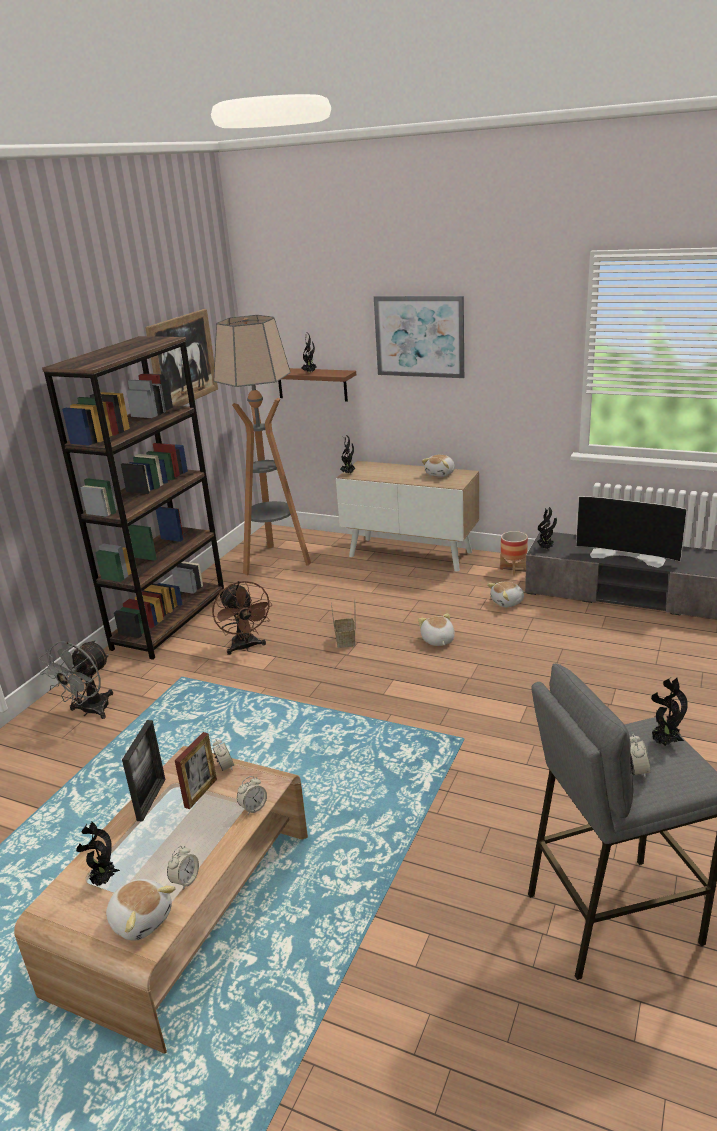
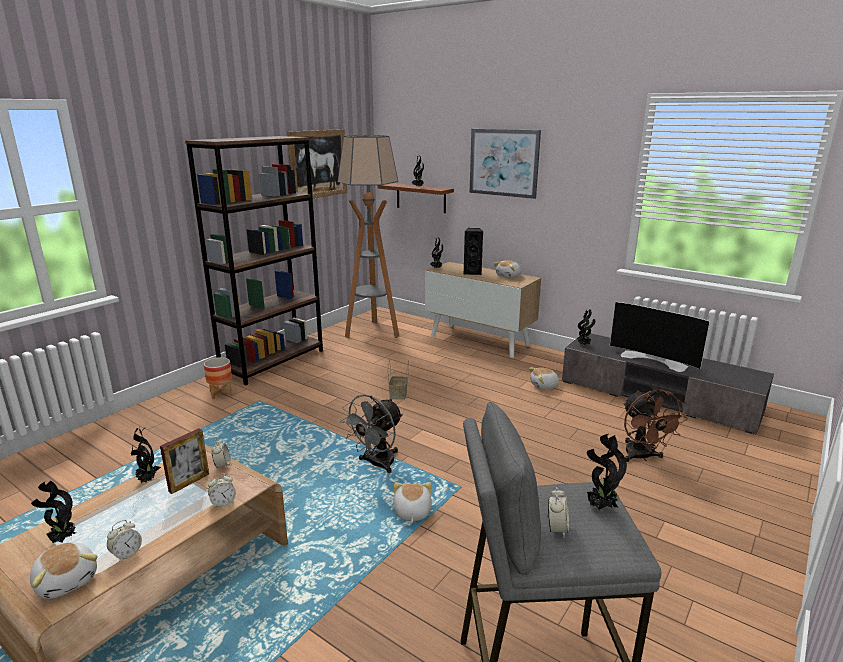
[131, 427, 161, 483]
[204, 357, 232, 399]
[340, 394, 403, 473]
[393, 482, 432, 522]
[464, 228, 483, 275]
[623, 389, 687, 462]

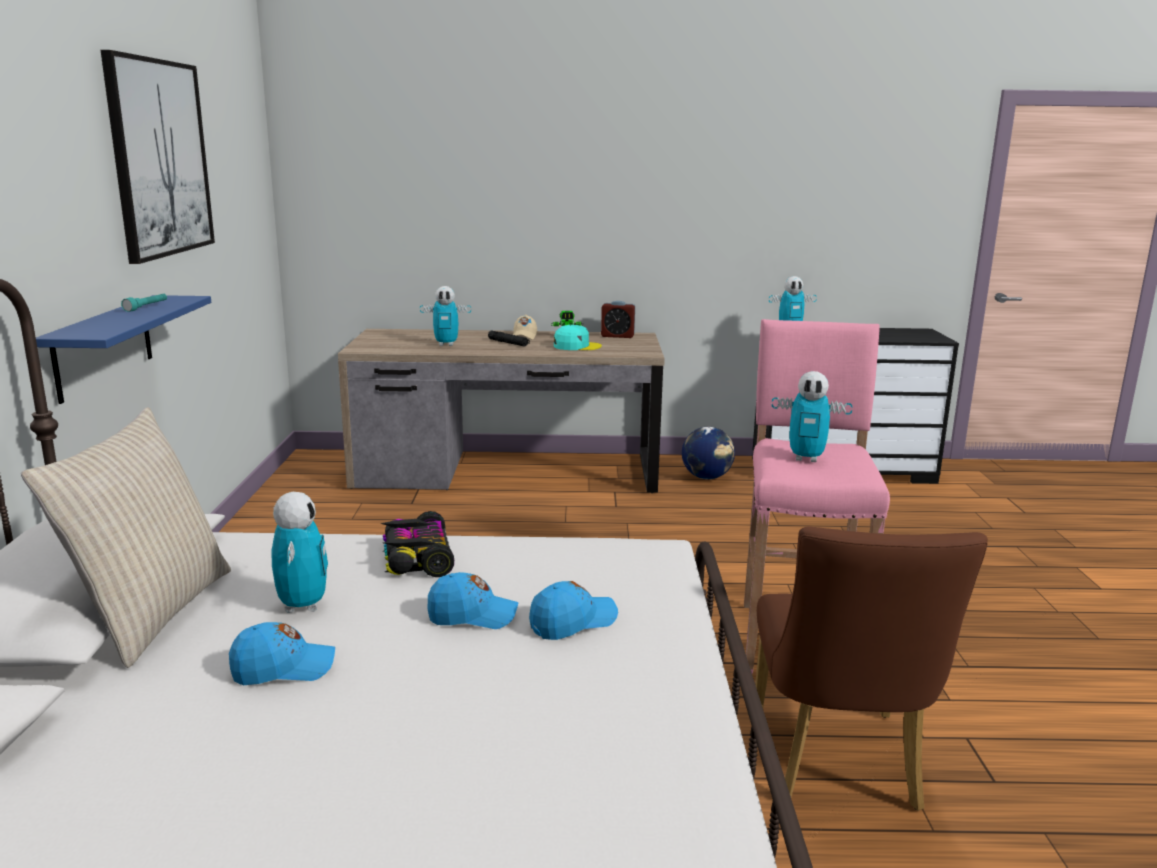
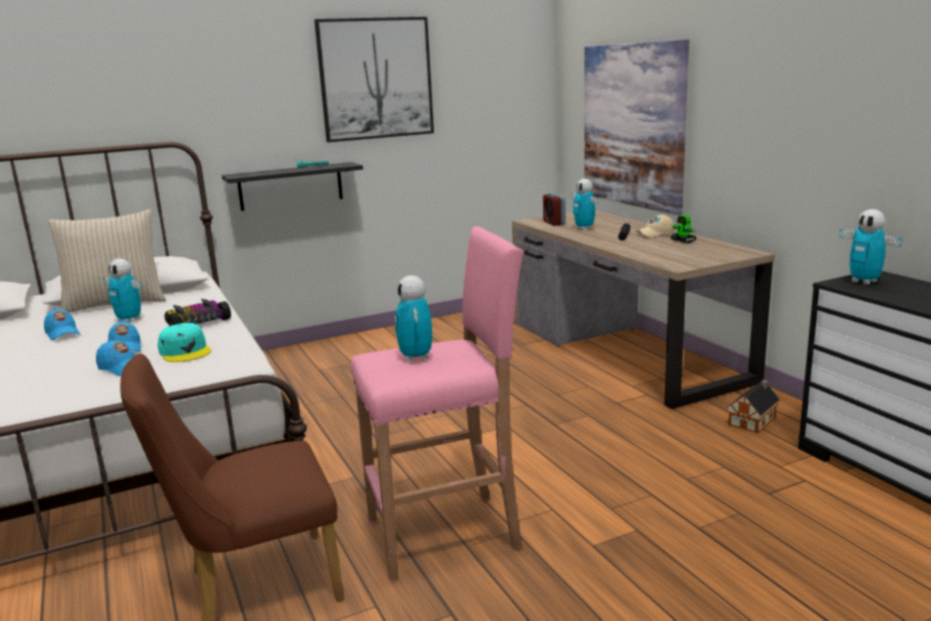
[103, 259, 143, 323]
[158, 323, 211, 362]
[222, 162, 363, 211]
[543, 193, 565, 226]
[584, 39, 689, 215]
[727, 380, 780, 434]

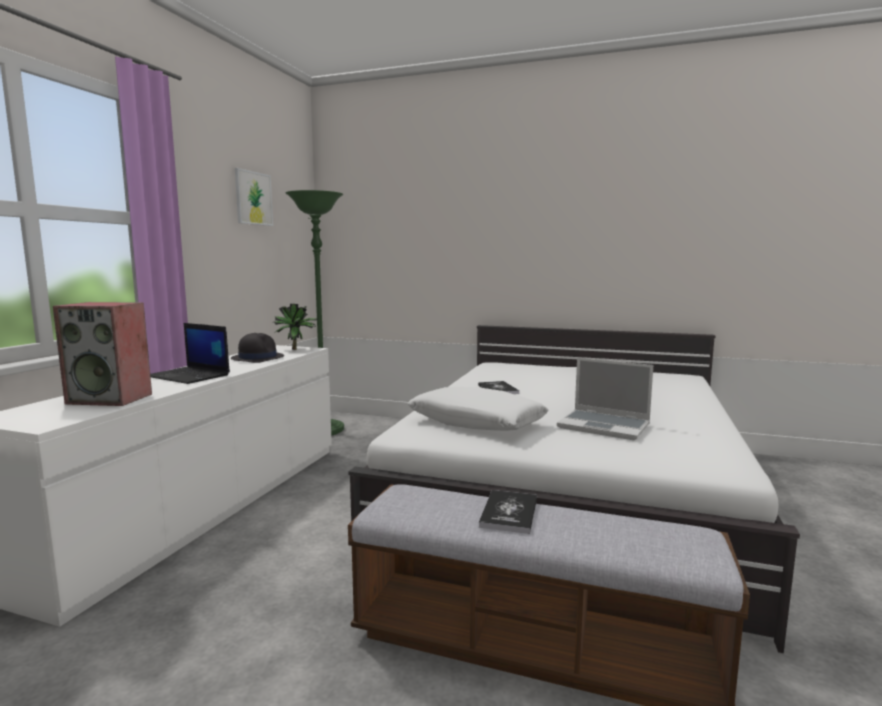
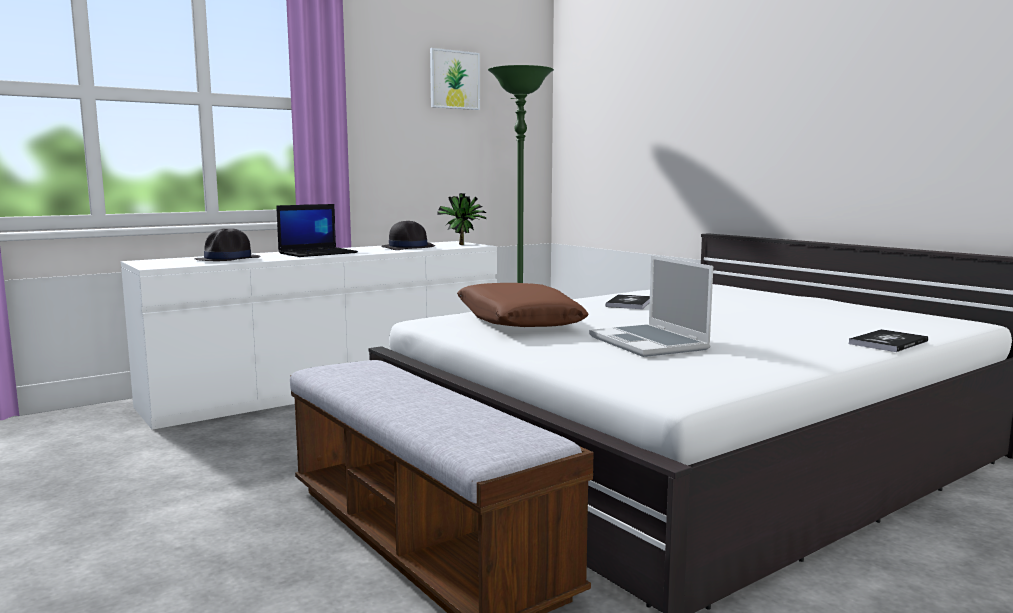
[194, 229, 261, 261]
[276, 204, 358, 257]
[457, 283, 589, 327]
[849, 329, 928, 352]

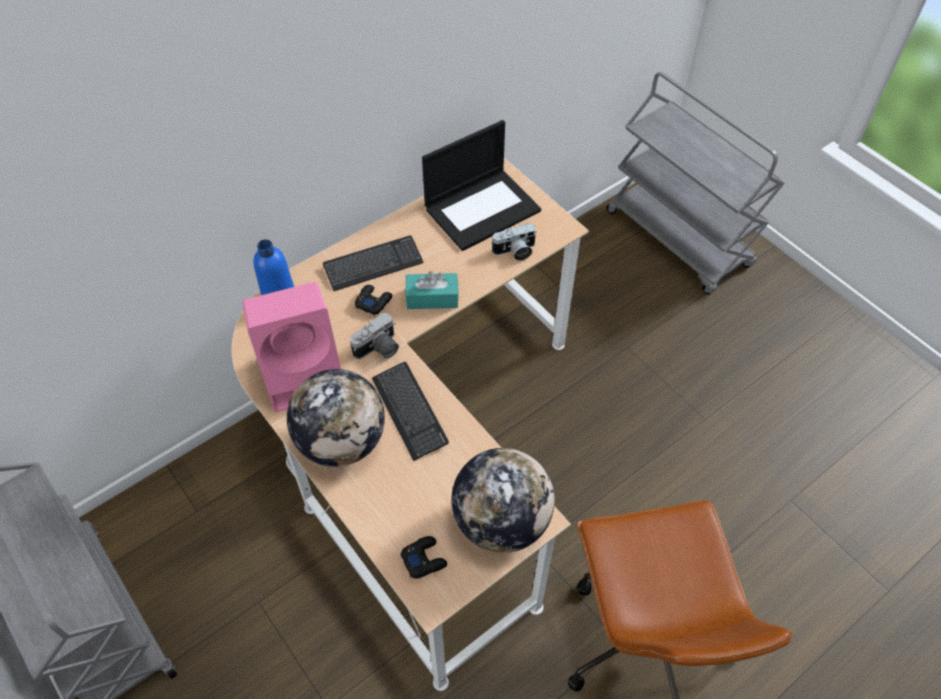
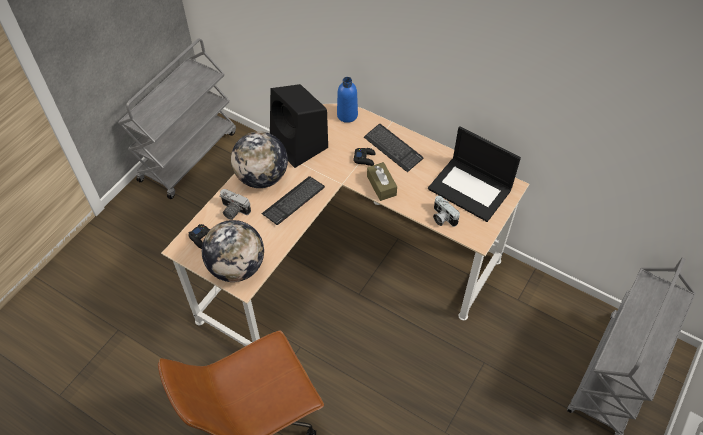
[219, 189, 251, 220]
[270, 84, 328, 168]
[367, 162, 397, 201]

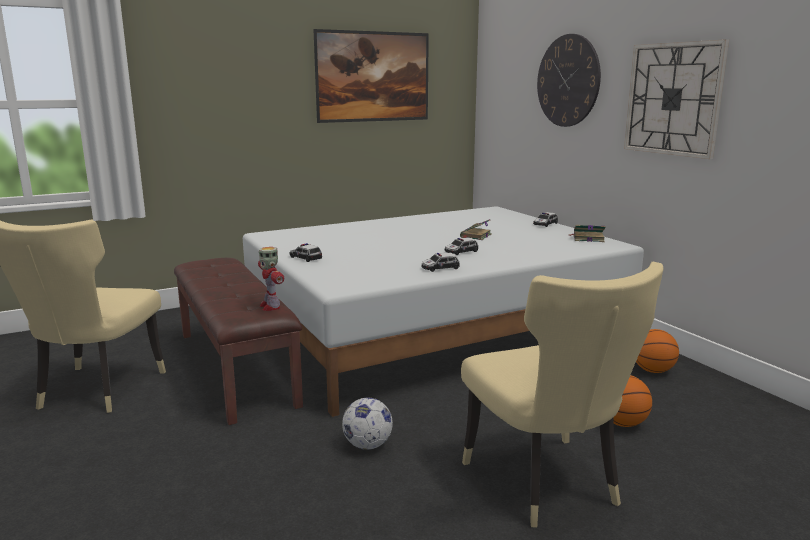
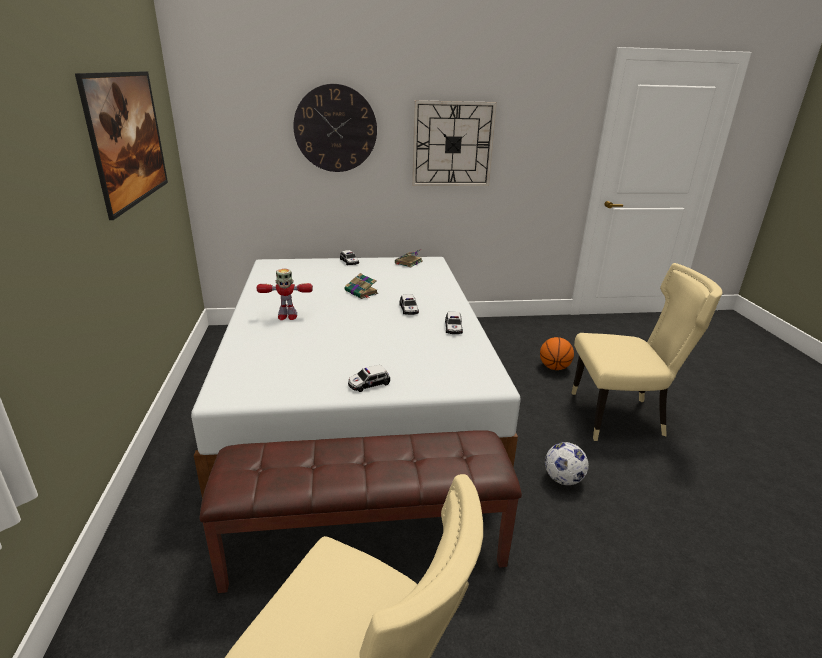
[257, 269, 313, 320]
[636, 329, 679, 373] (first image)

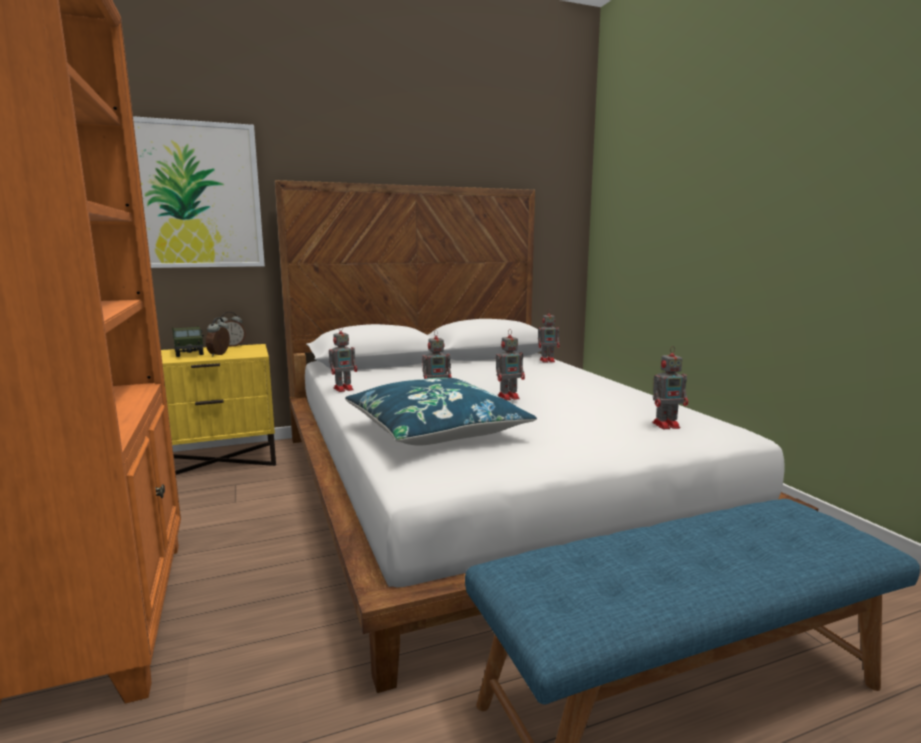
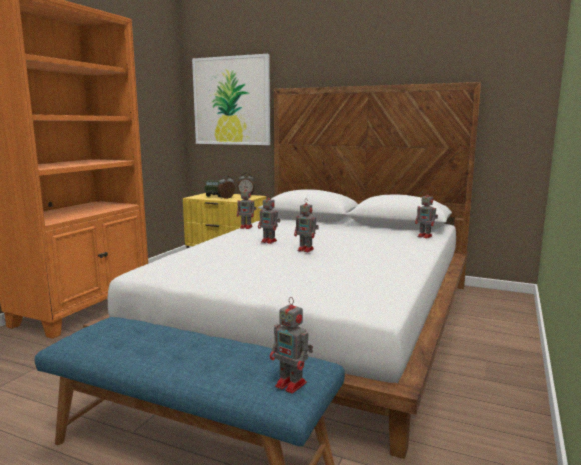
[270, 297, 313, 394]
[345, 378, 537, 446] (first image)

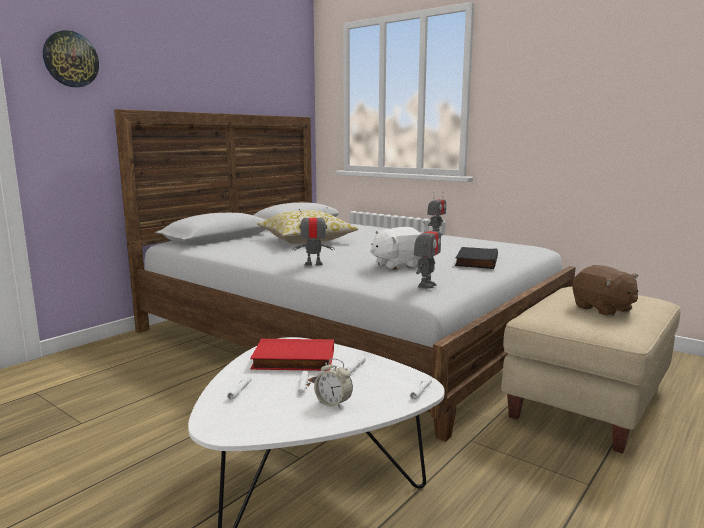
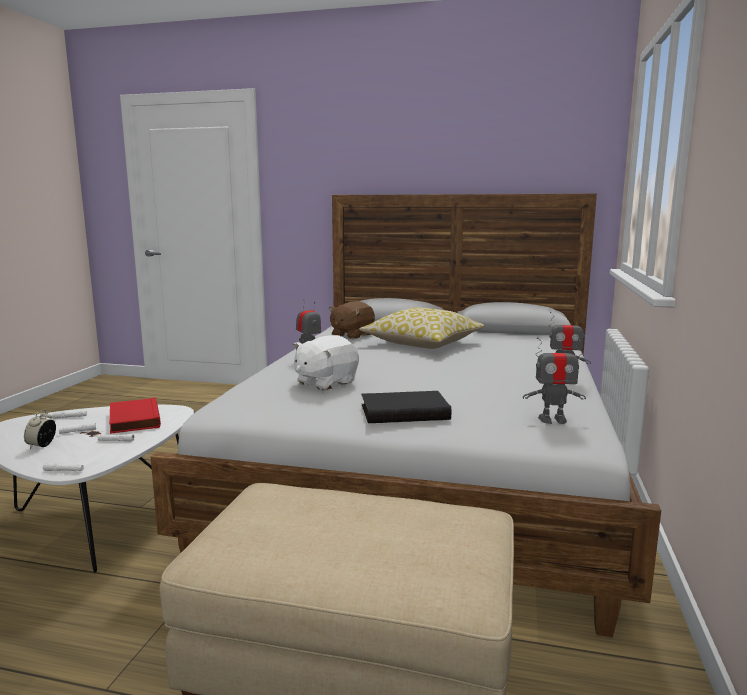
[294, 335, 359, 391]
[329, 301, 375, 339]
[523, 337, 586, 424]
[43, 30, 99, 87] (first image)

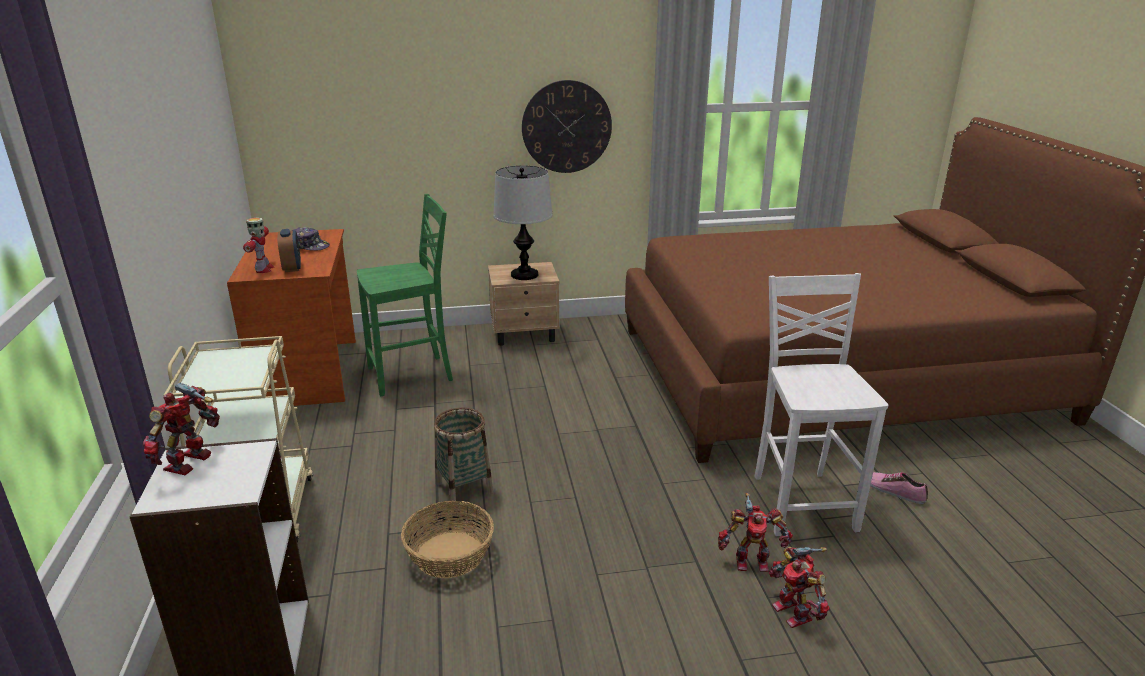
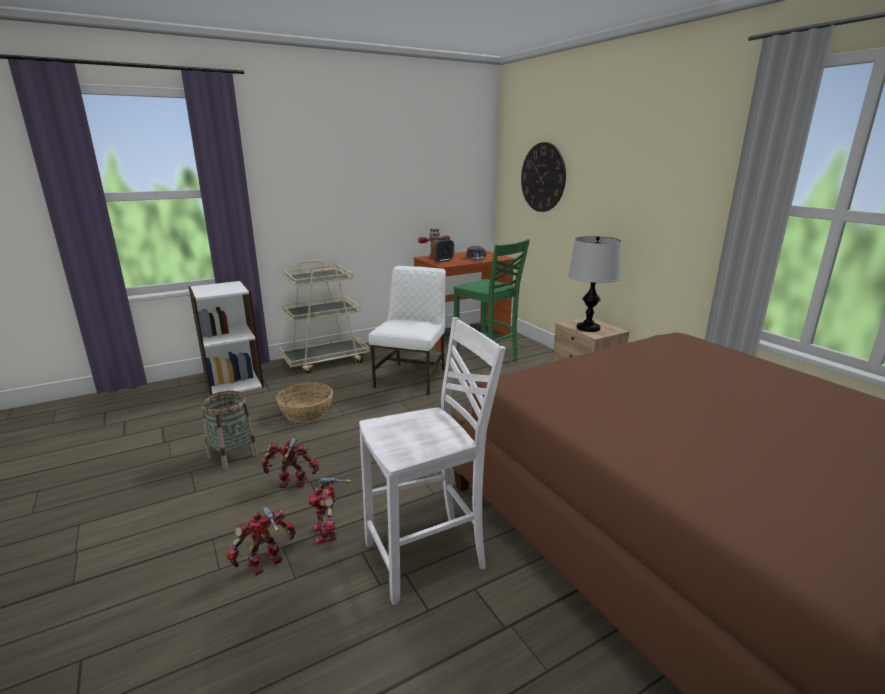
[201, 391, 258, 470]
[261, 438, 319, 488]
[369, 266, 446, 395]
[521, 142, 566, 212]
[870, 472, 928, 504] (first image)

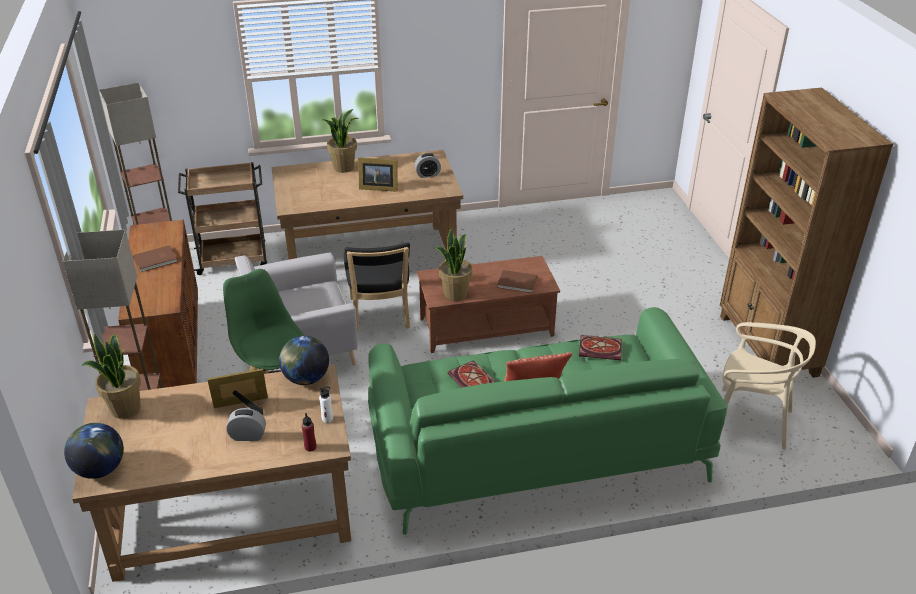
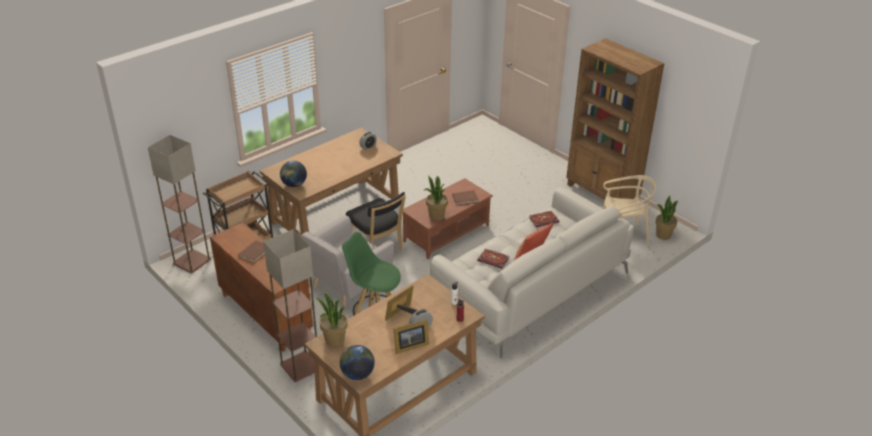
[280, 161, 307, 187]
[394, 319, 429, 354]
[430, 187, 634, 358]
[656, 196, 678, 240]

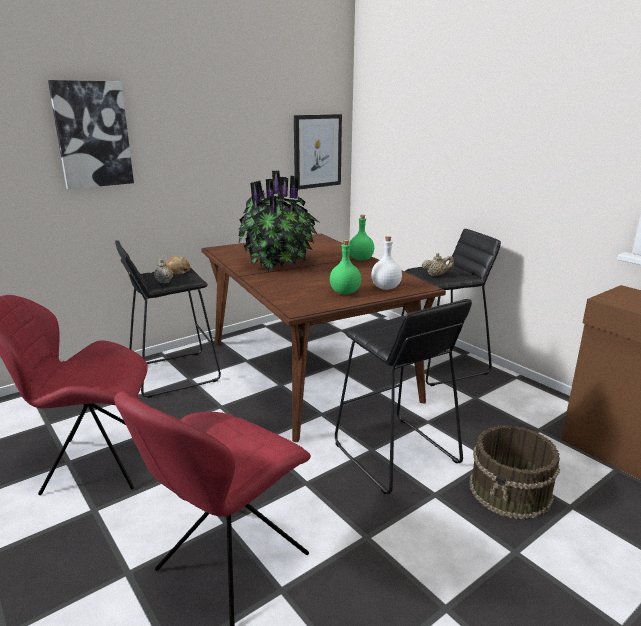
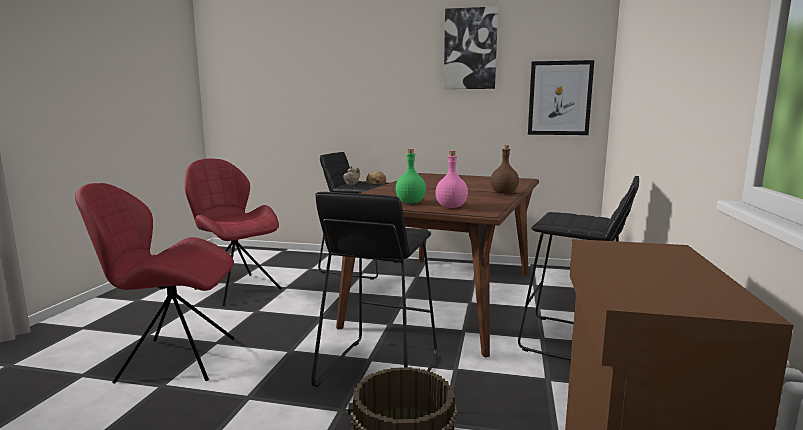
[435, 151, 468, 208]
[444, 6, 498, 89]
[491, 145, 519, 194]
[238, 171, 319, 272] (first image)
[422, 253, 454, 276] (first image)

